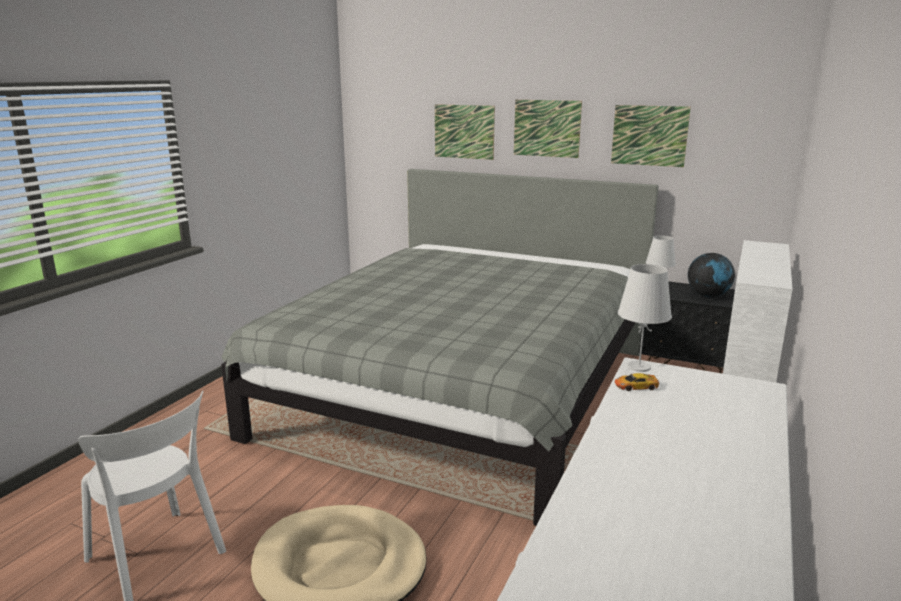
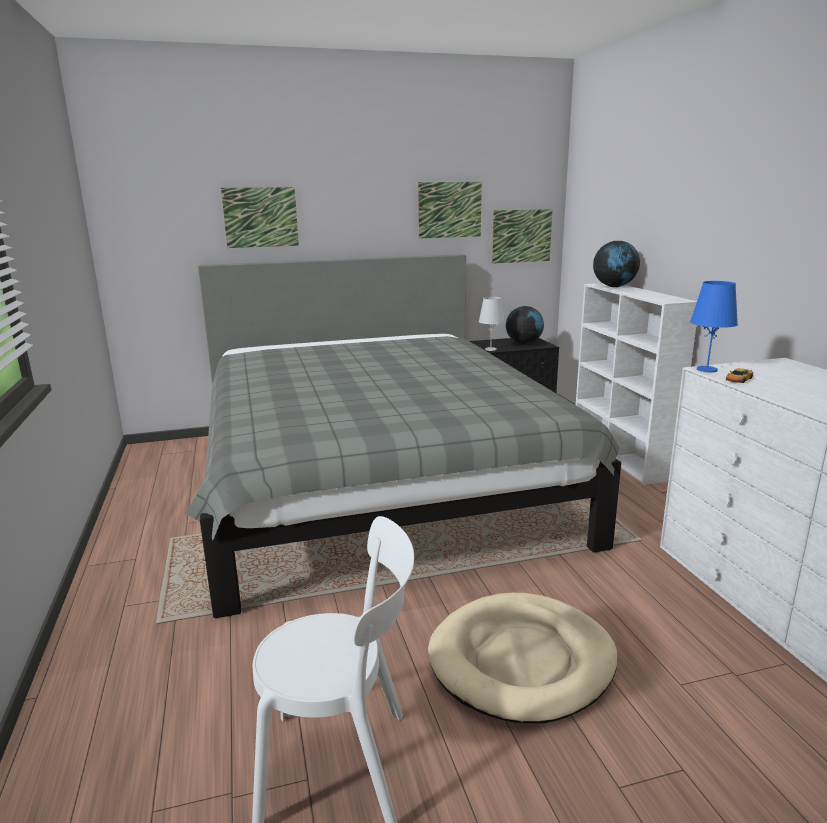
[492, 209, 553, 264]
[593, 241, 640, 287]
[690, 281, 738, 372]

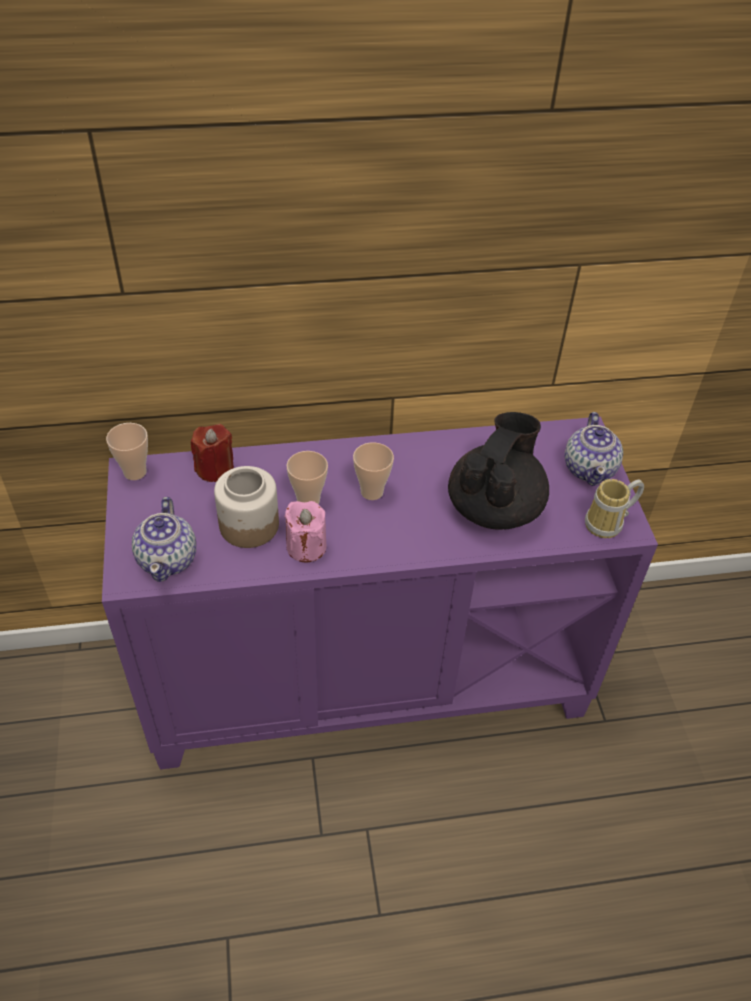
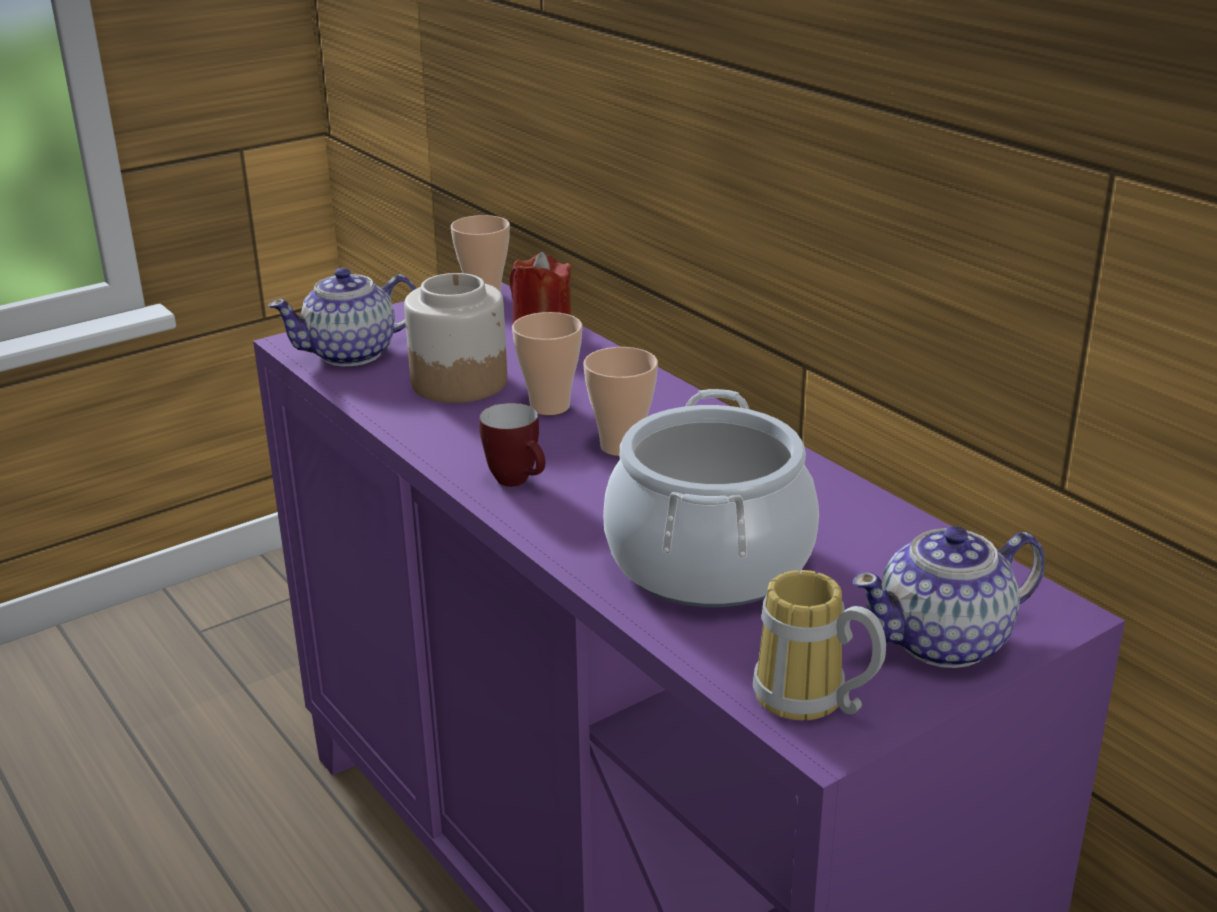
[479, 403, 545, 487]
[603, 389, 819, 607]
[284, 501, 326, 563] (first image)

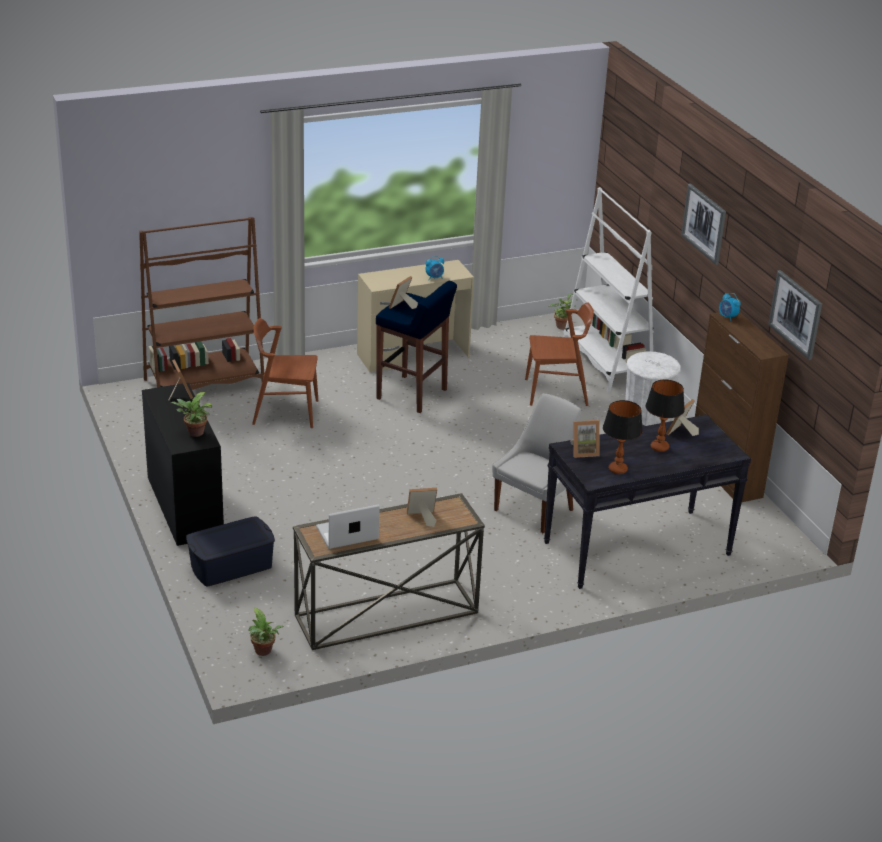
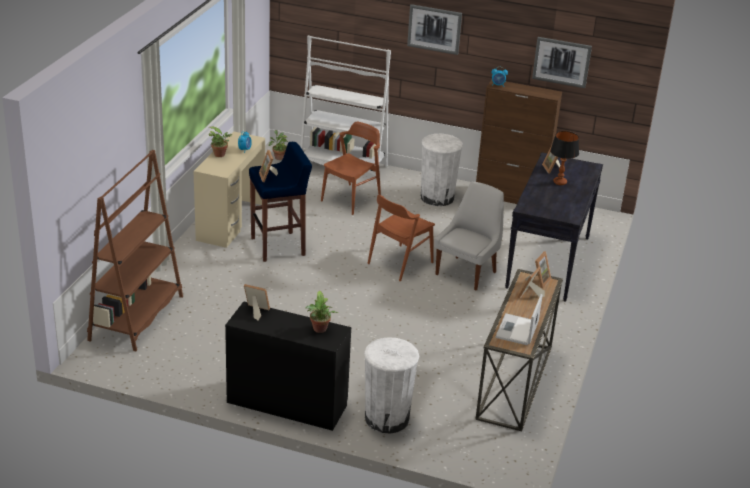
[208, 126, 232, 157]
[364, 337, 419, 433]
[368, 195, 435, 281]
[435, 181, 504, 290]
[524, 252, 551, 288]
[603, 400, 643, 474] (first image)

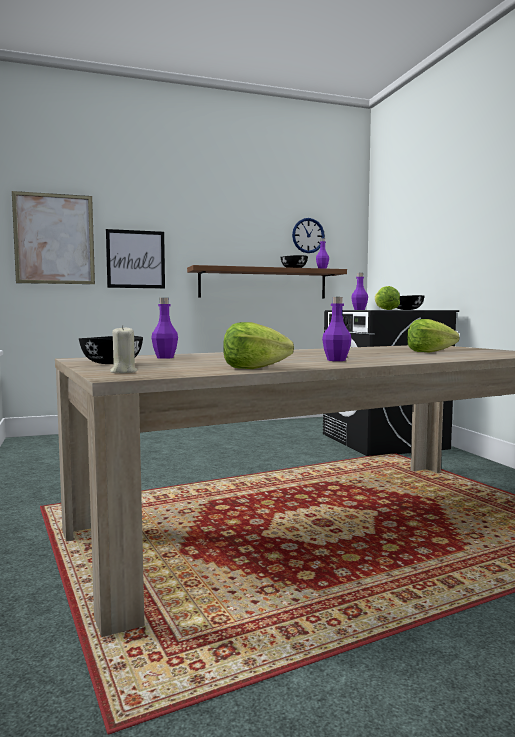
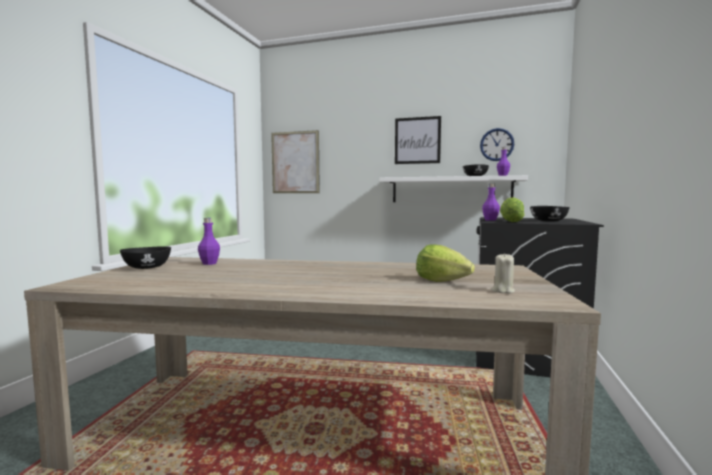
[379, 175, 528, 202]
[395, 116, 441, 164]
[491, 253, 515, 293]
[223, 322, 294, 369] (first image)
[322, 297, 351, 361] (first image)

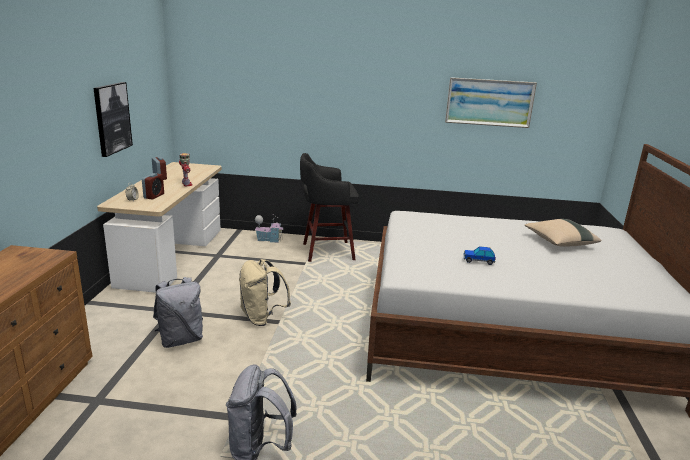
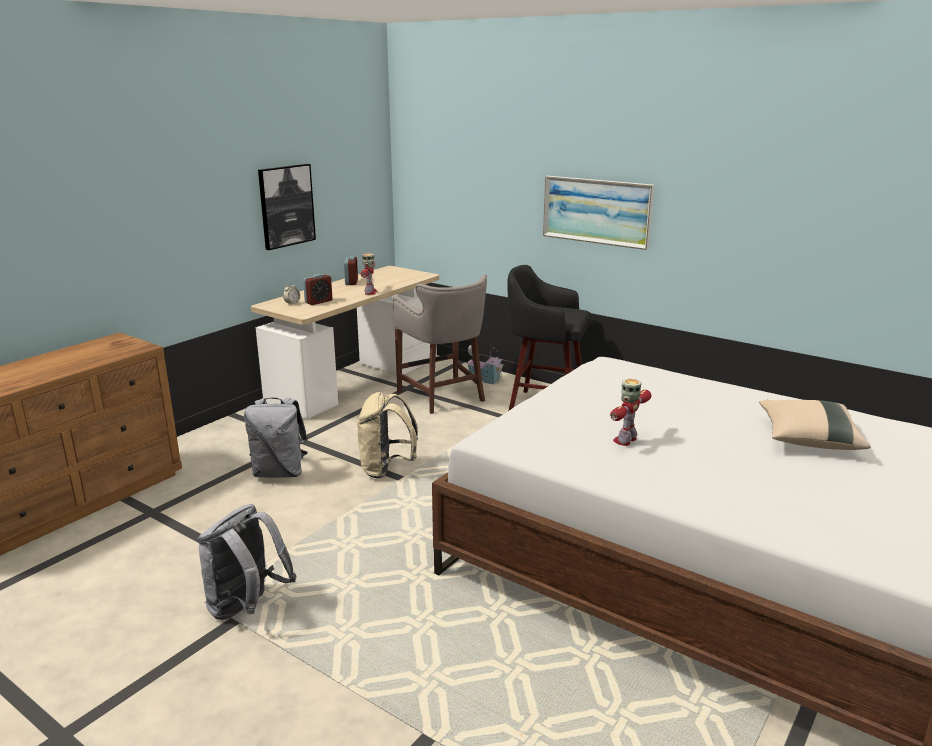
[393, 274, 487, 414]
[543, 176, 654, 250]
[610, 379, 651, 446]

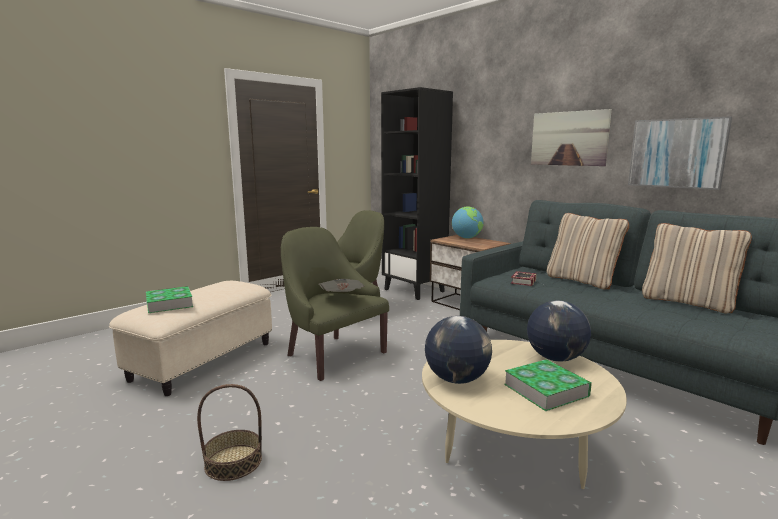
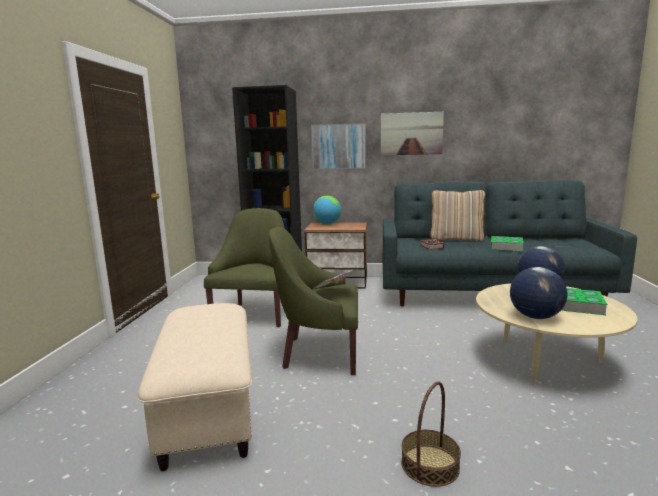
[311, 123, 366, 170]
[490, 236, 524, 252]
[642, 223, 752, 313] (first image)

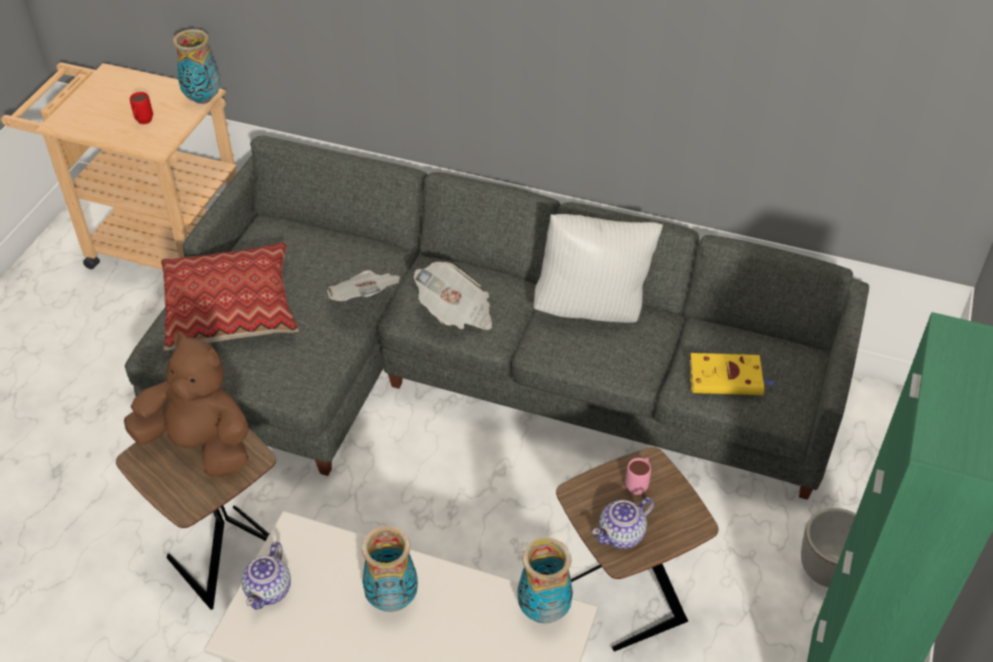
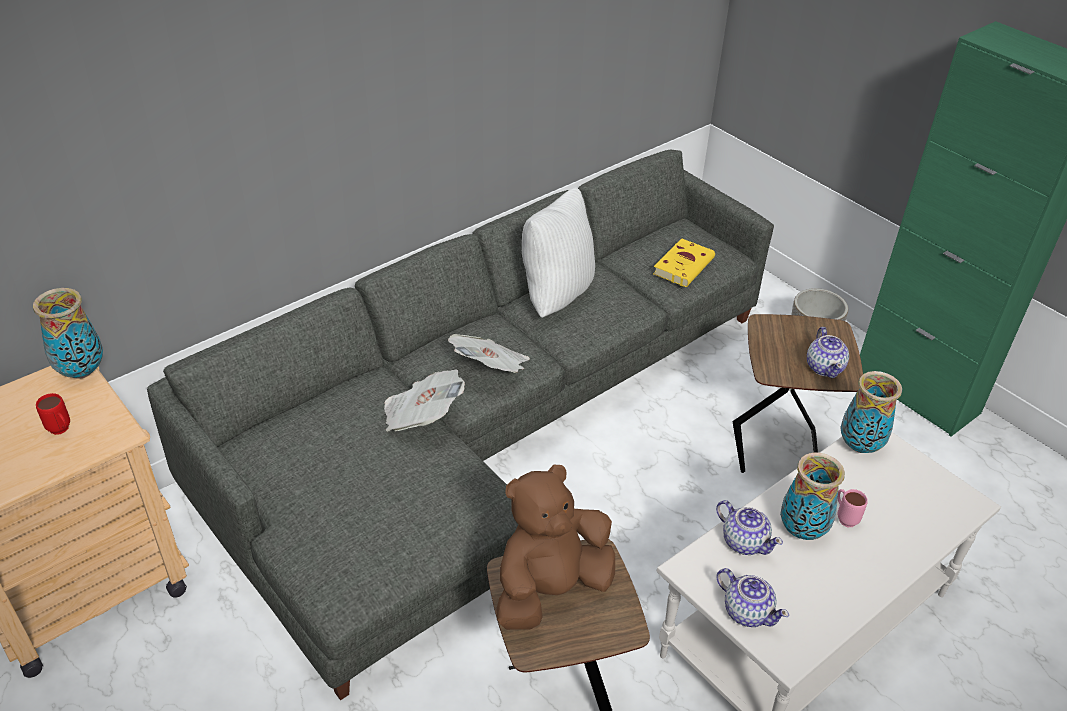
[716, 500, 783, 555]
[837, 489, 868, 527]
[161, 242, 299, 351] (first image)

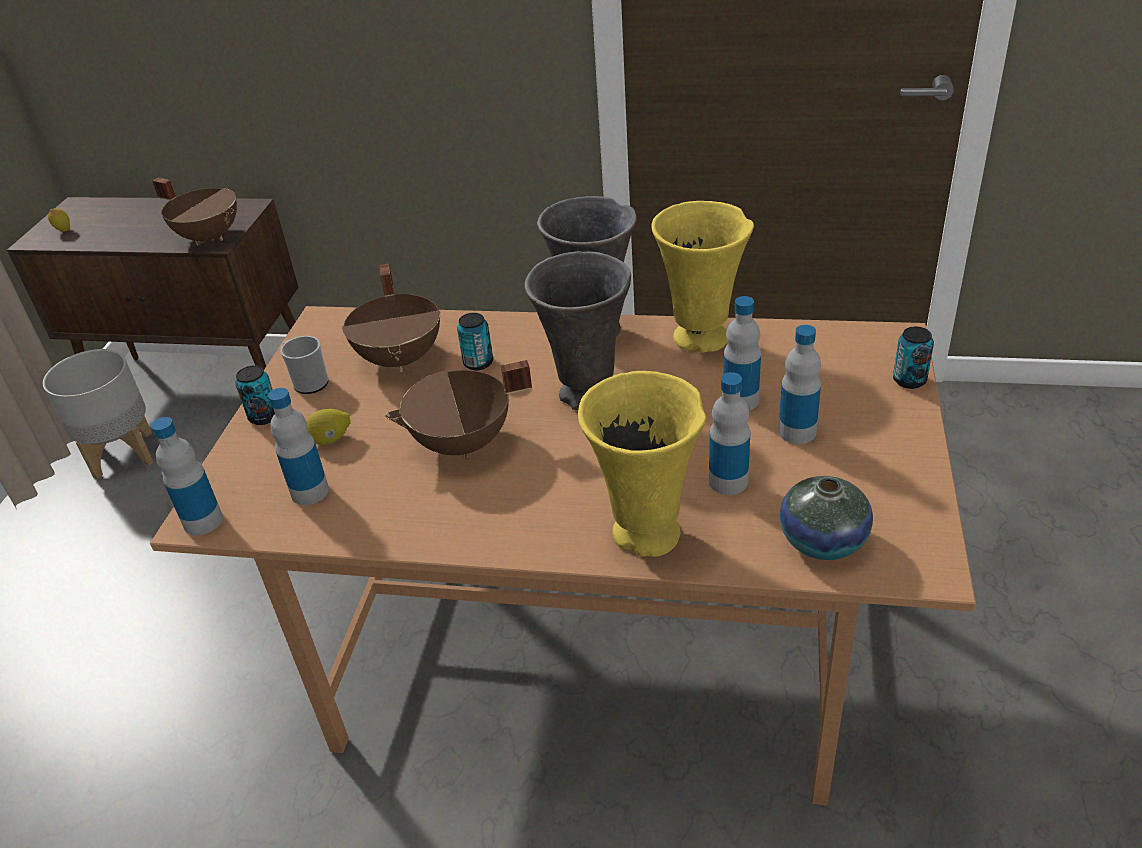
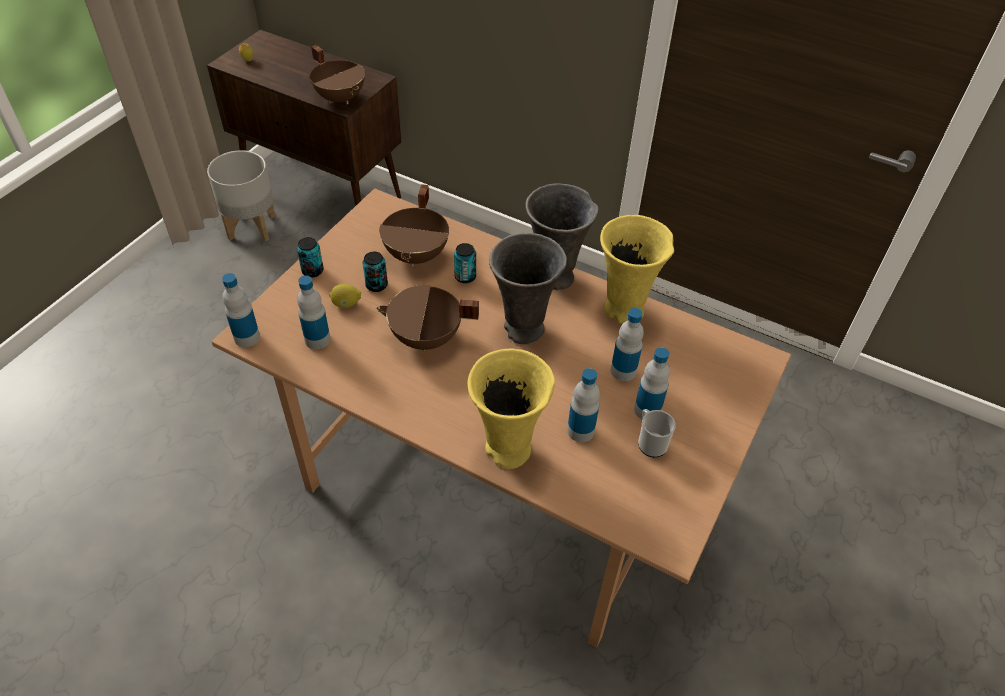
[363, 252, 388, 292]
[638, 409, 676, 457]
[780, 476, 873, 560] (first image)

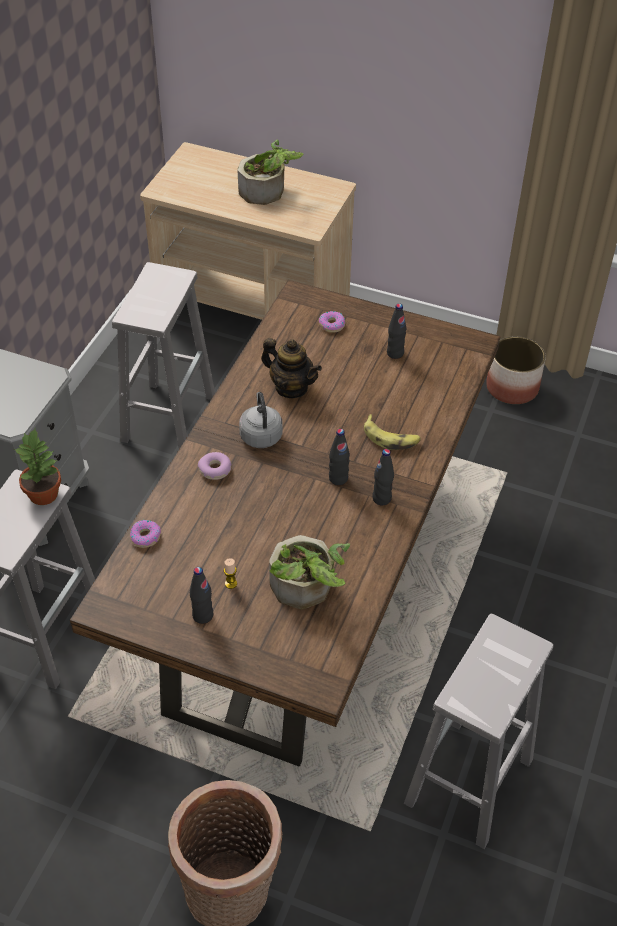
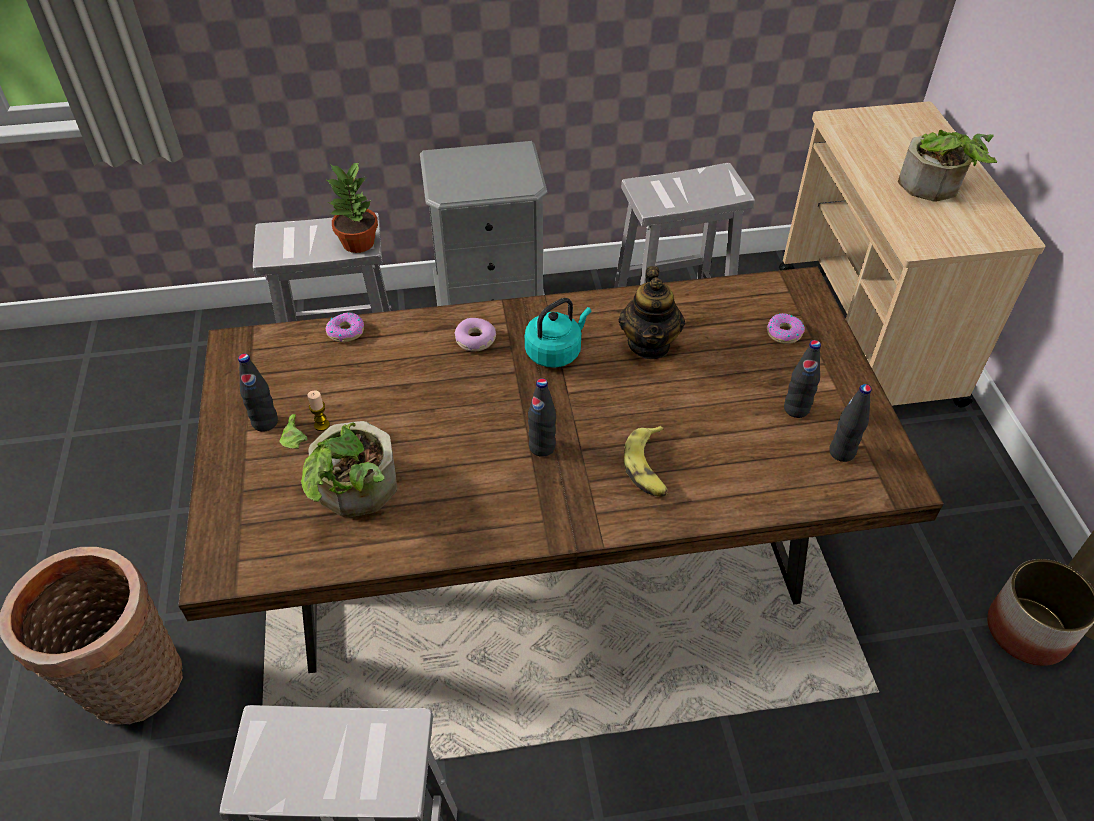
[525, 298, 591, 368]
[829, 384, 872, 462]

